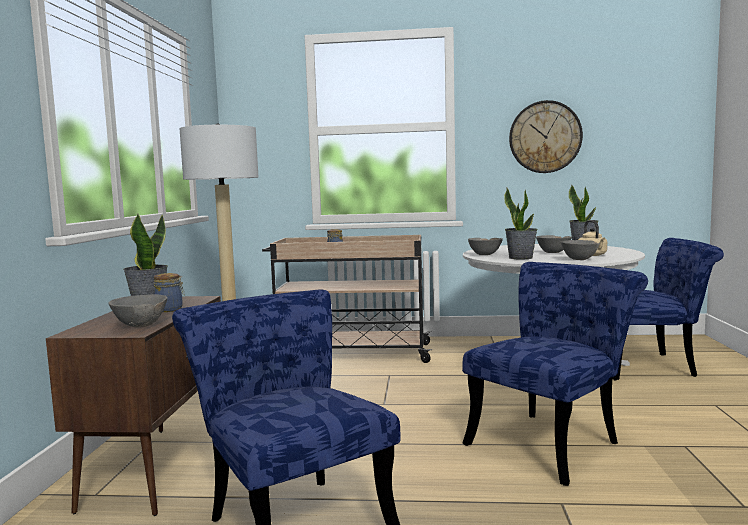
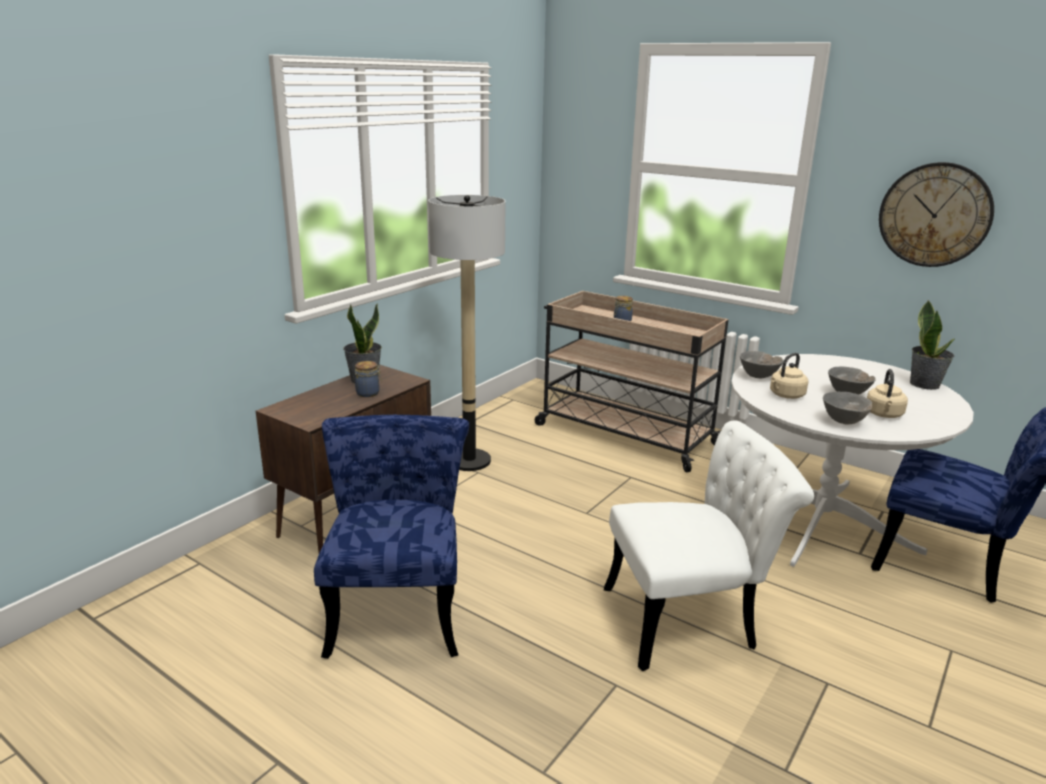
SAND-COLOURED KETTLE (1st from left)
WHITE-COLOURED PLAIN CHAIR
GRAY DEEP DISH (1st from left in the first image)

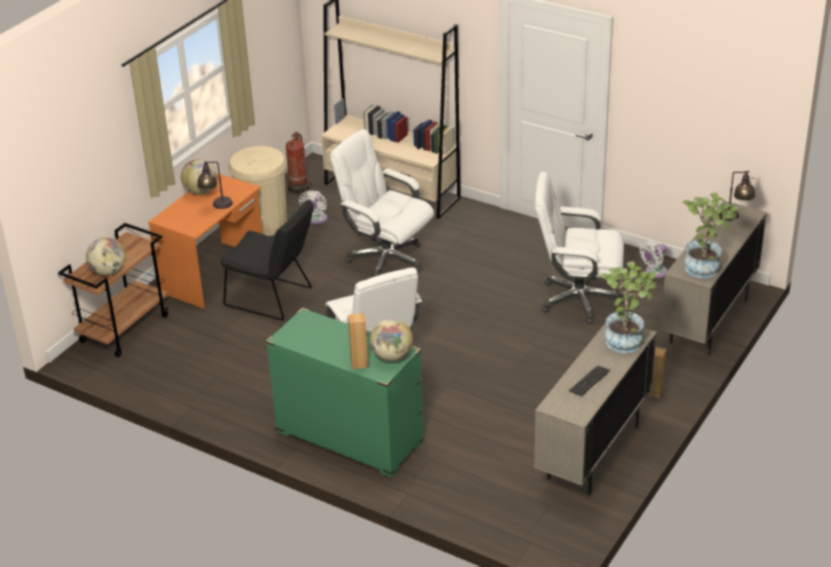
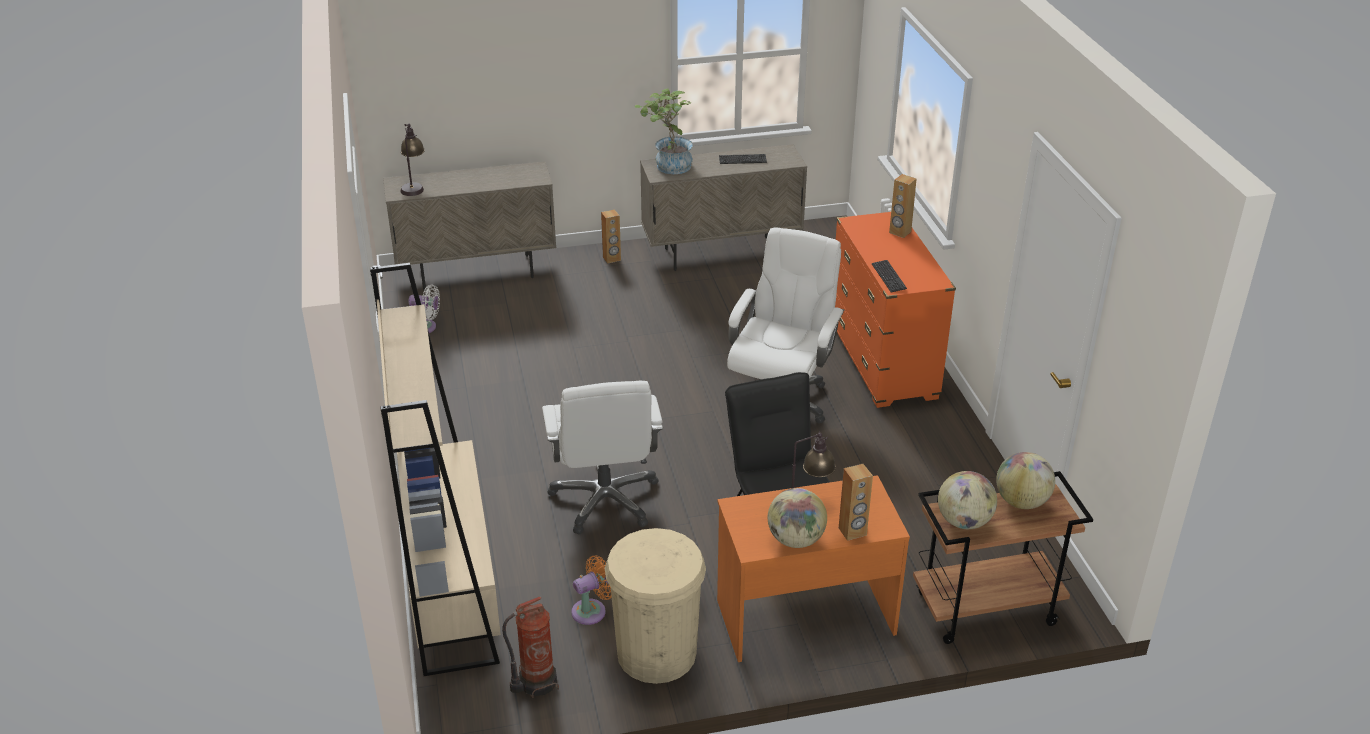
WHITE-COLOURED COMPUTER CHAIR (3rd from left in the first image)
ORANGEY FAN
POTTED PLANT (2nd from left in the first image)
ORANGEY CHEST OF DRAWERS
GLOBE (2nd from left)
KEYBOARD (2nd from left)
BROWN SPEAKER (2nd from left)

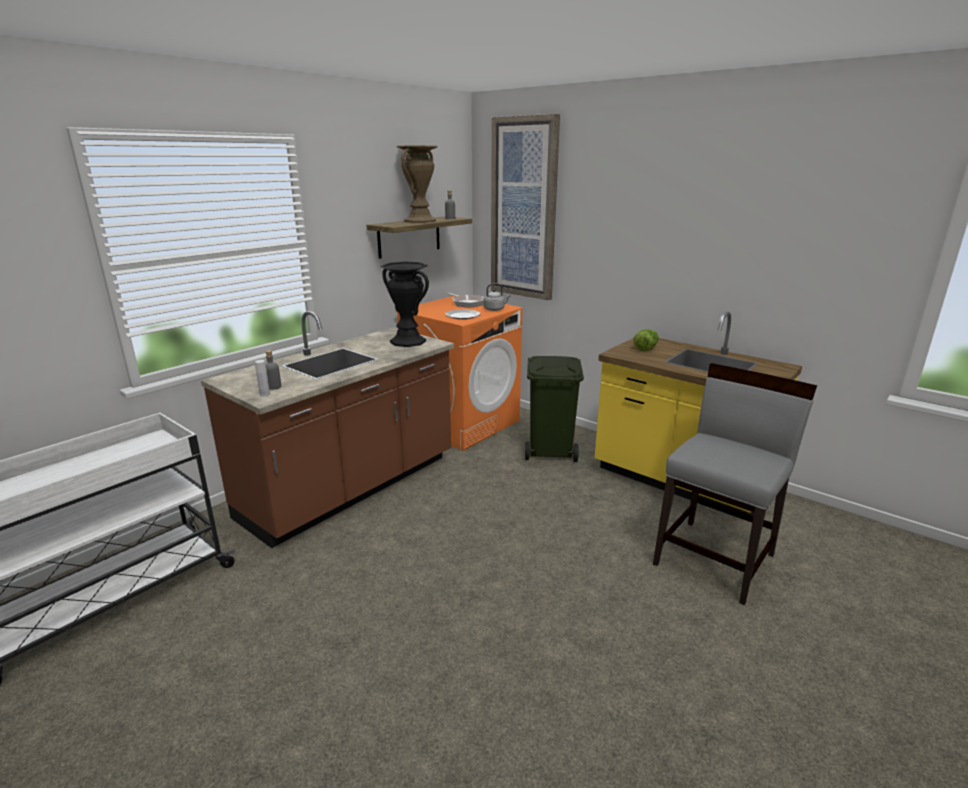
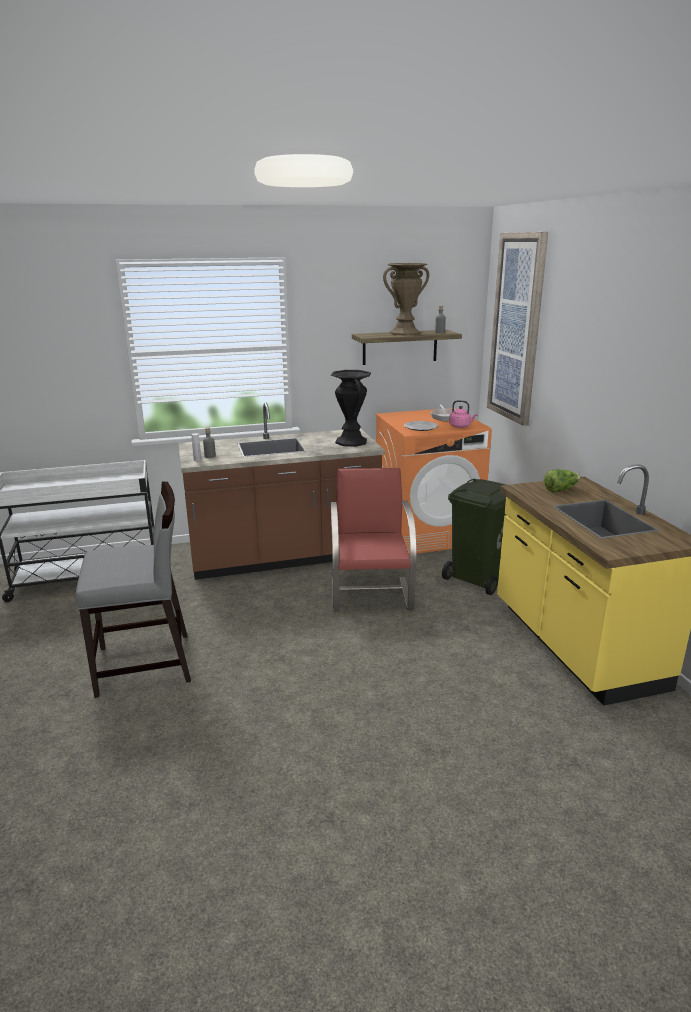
PINKISH KETTLE
GRAY PLAIN CHAIR
REDDISH PLAIN CHAIR

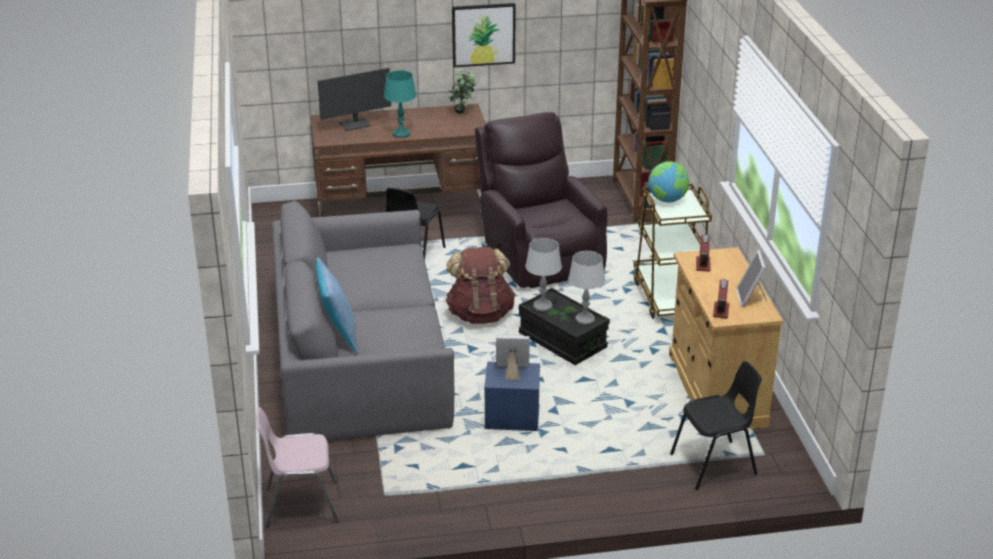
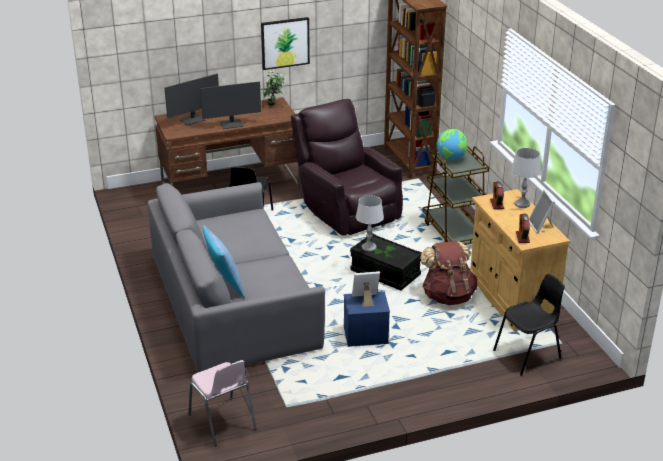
COMPUTER DISPLAY (2nd from left)
BROWN RUCKSACK
GRAY TABLETOP LAMP (2nd from left)
PINKISH PLAIN CHAIR

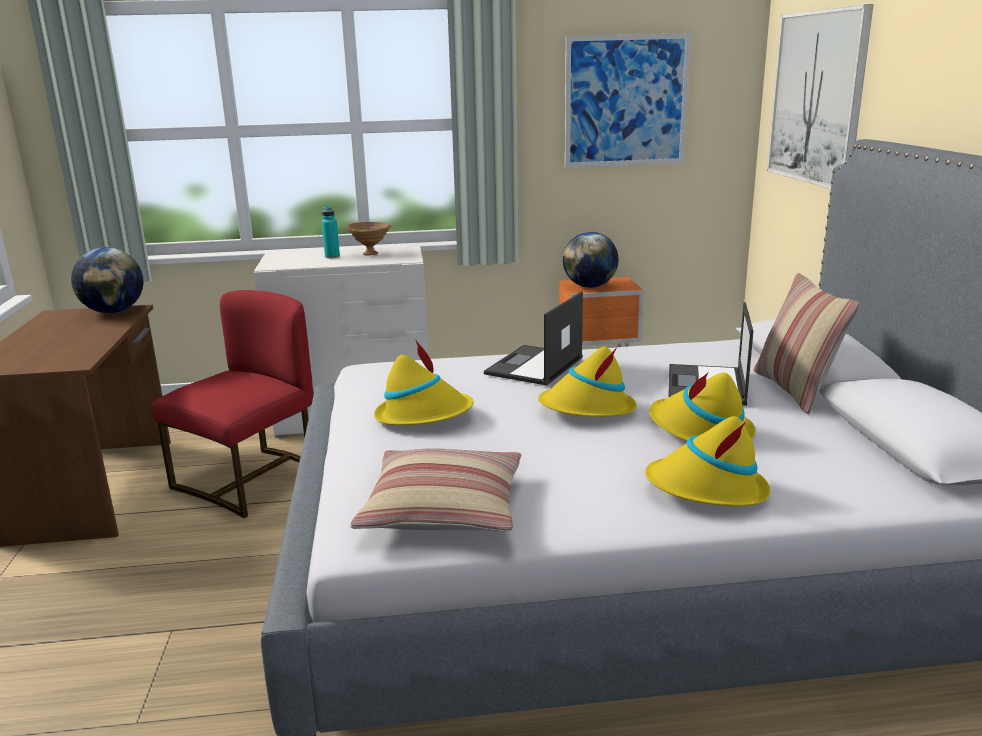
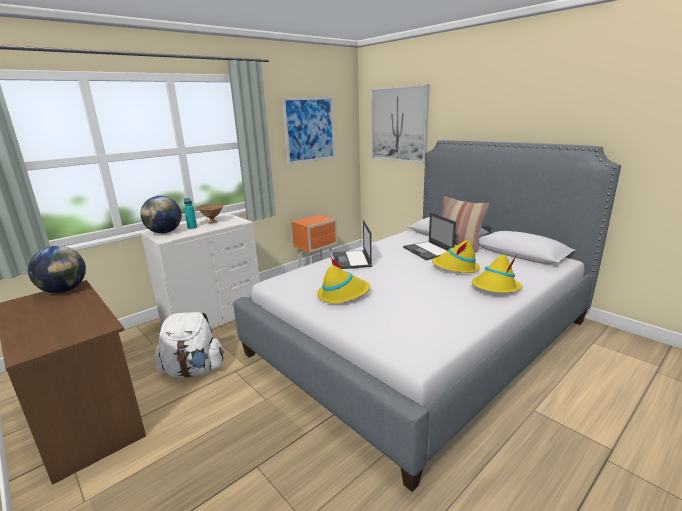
GLOBE (2nd from left)
WHITE-COLOURED RUCKSACK
YELLOW-COLOURED WEARABLE HAT (2nd from left in the first image)
PILLOW (1st from left in the first image)

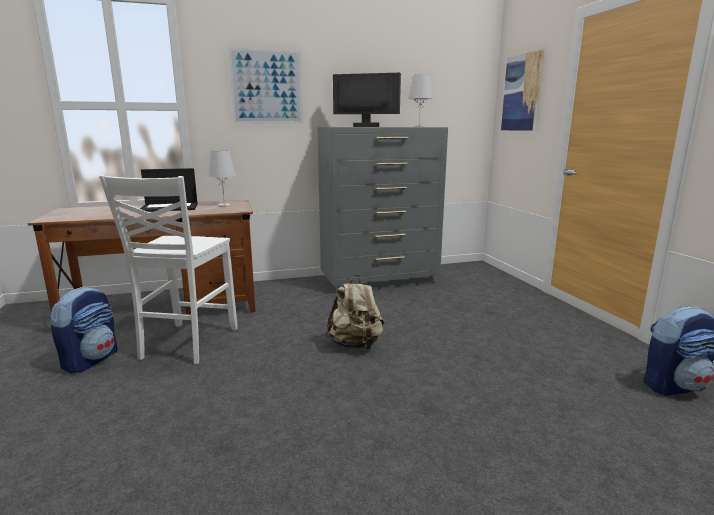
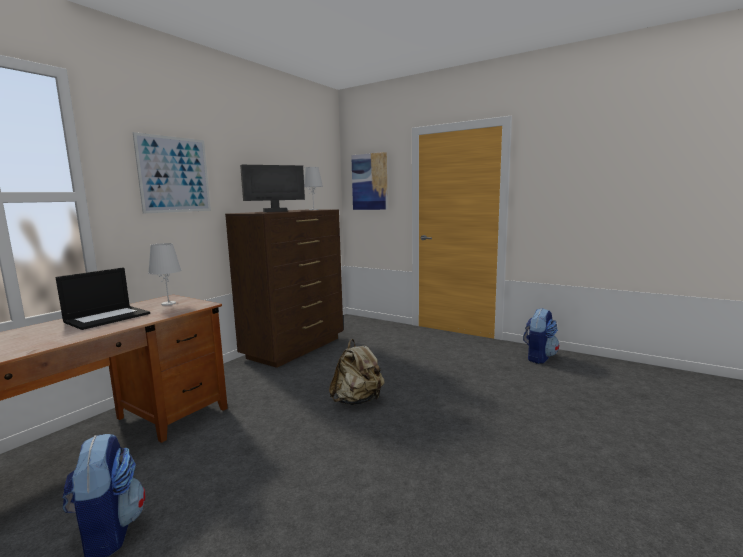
BROWN CHEST OF DRAWERS
WHITE-COLOURED PLAIN CHAIR

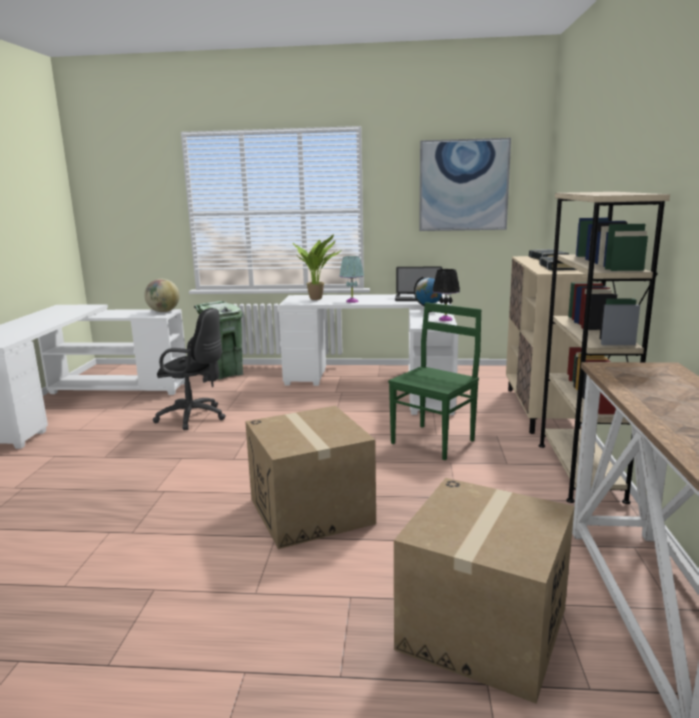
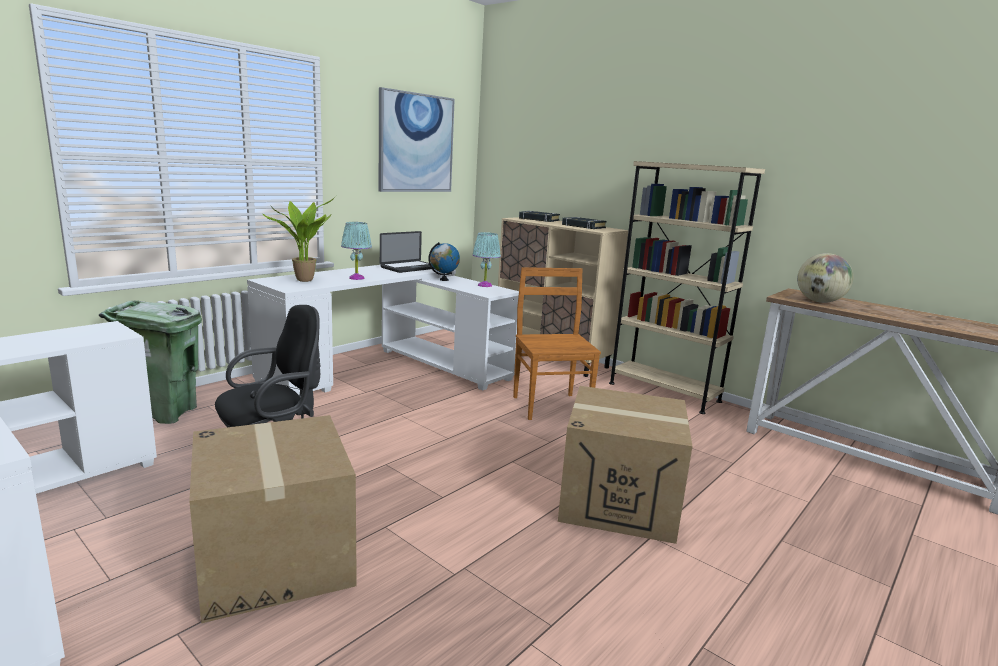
TURQUOISE-COLOURED TABLETOP LAMP (2nd from left)
GLOBE (2nd from left)
BROWN PLAIN CHAIR
CARTON (1st from left)

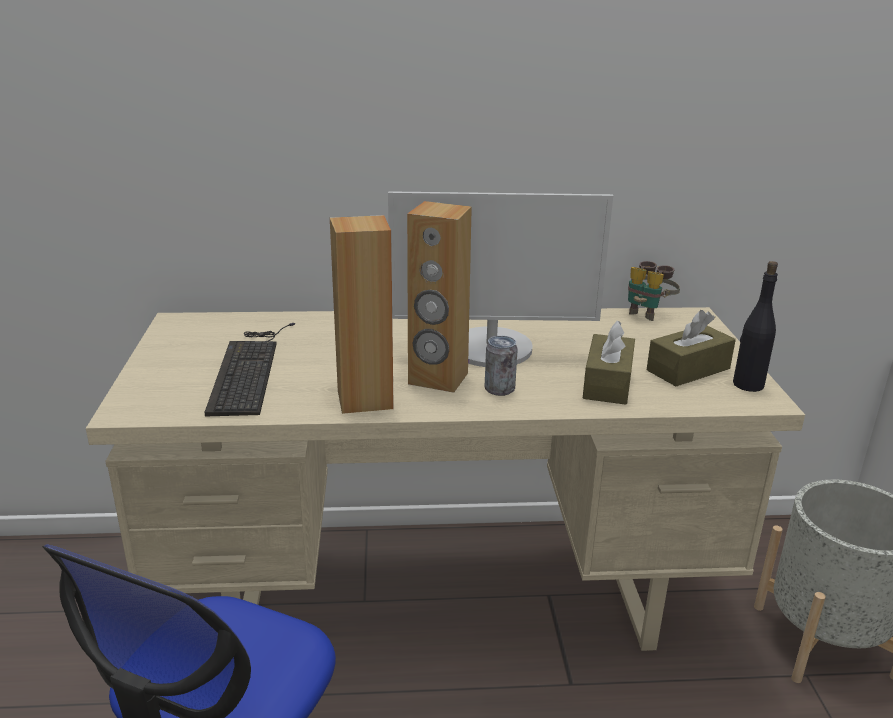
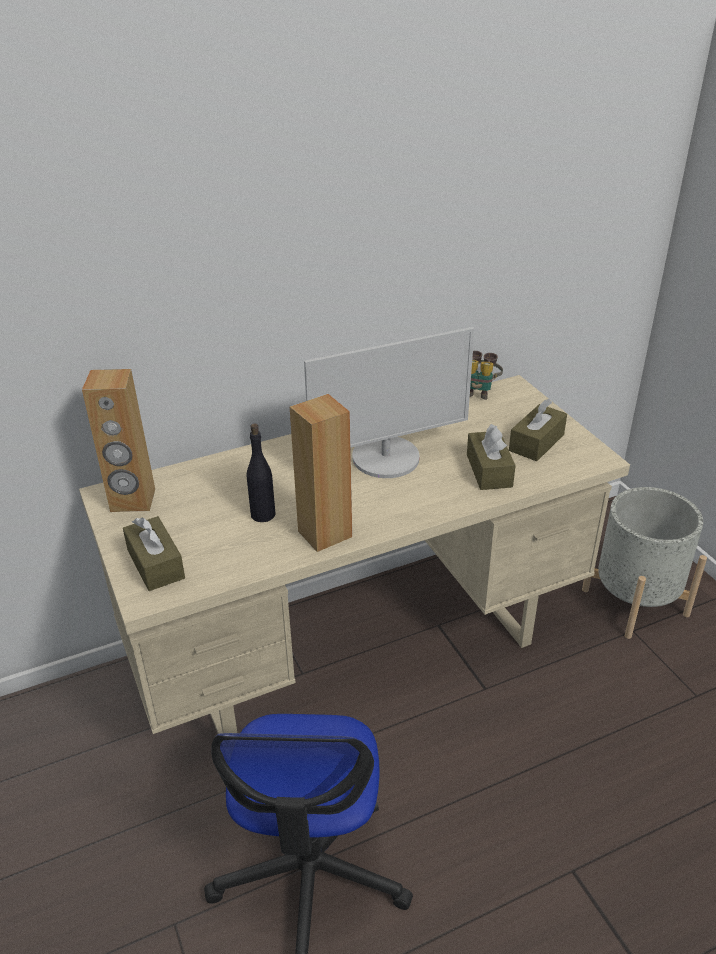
BROWN SPEAKER (1st from left)
BLACK-COLOURED BOTTLE
KEYBOARD
METAL CAN
BROWN TISSUE BOX (1st from left)

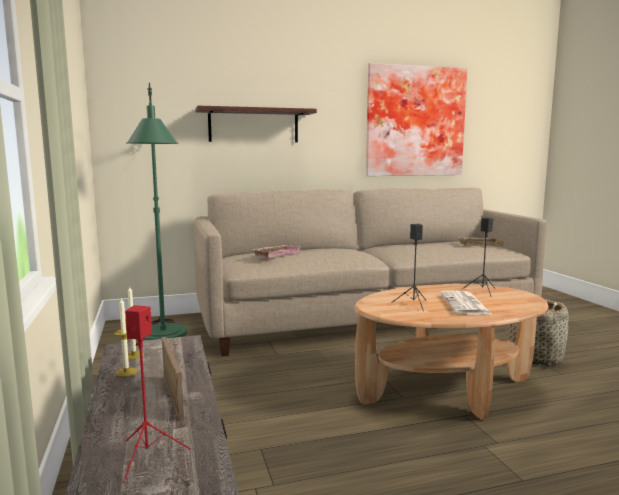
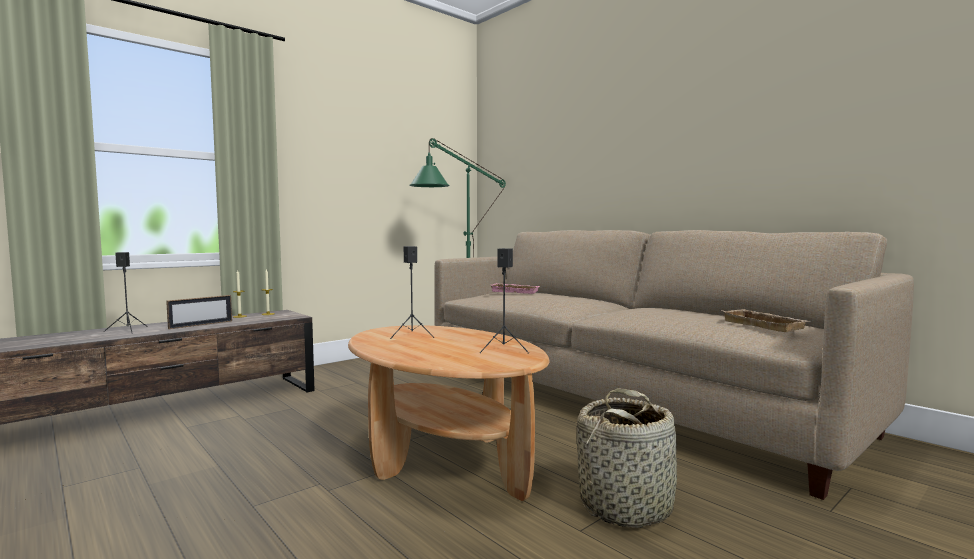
WALL ART
WALL SHELF
DAILY PAPER
BLACK-COLOURED SPEAKER (1st from left)

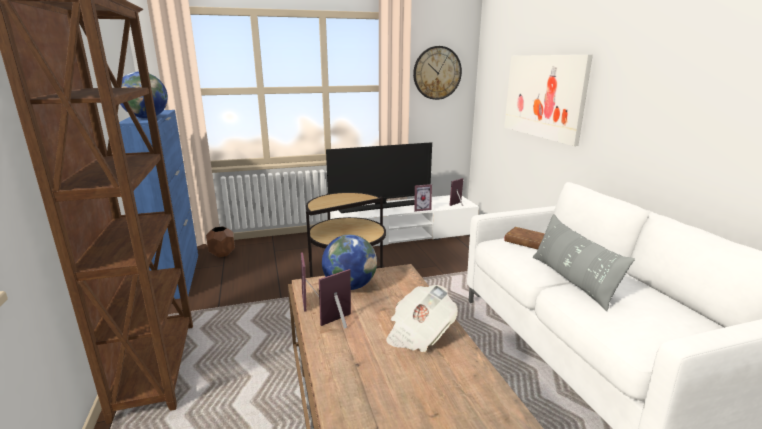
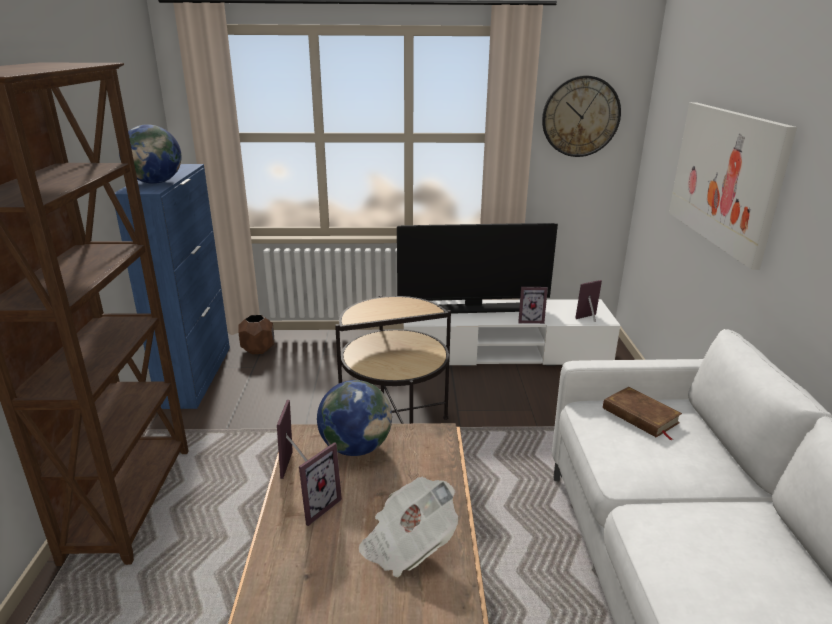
GRAY PILLOW
STANDING FRAME (2nd from left)

